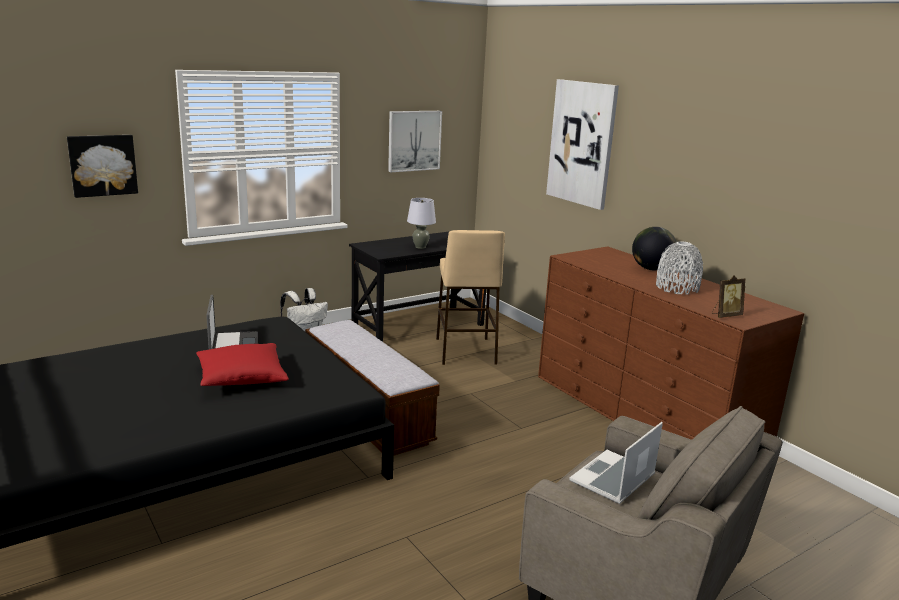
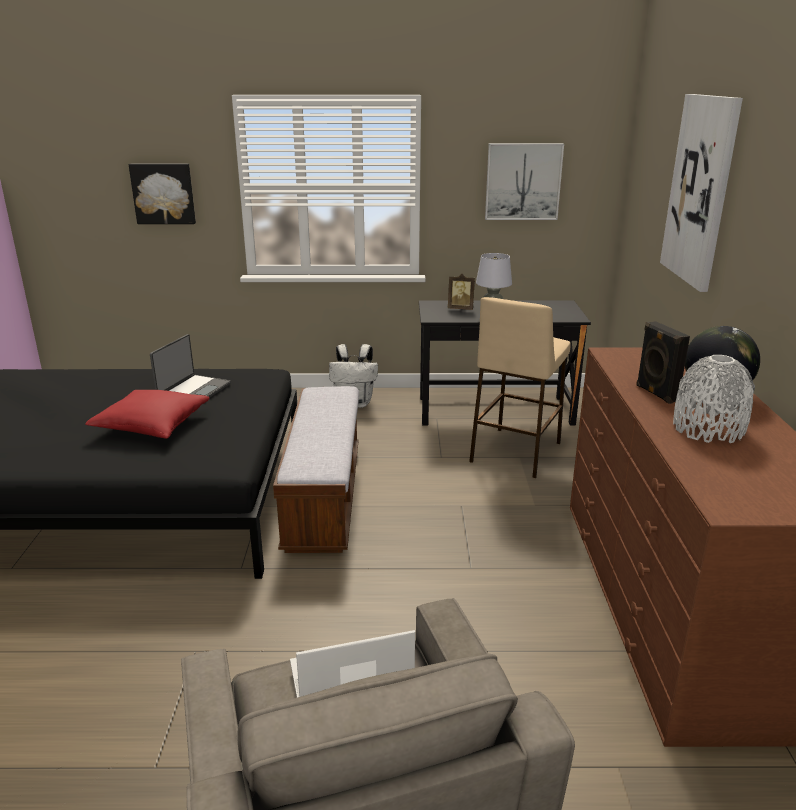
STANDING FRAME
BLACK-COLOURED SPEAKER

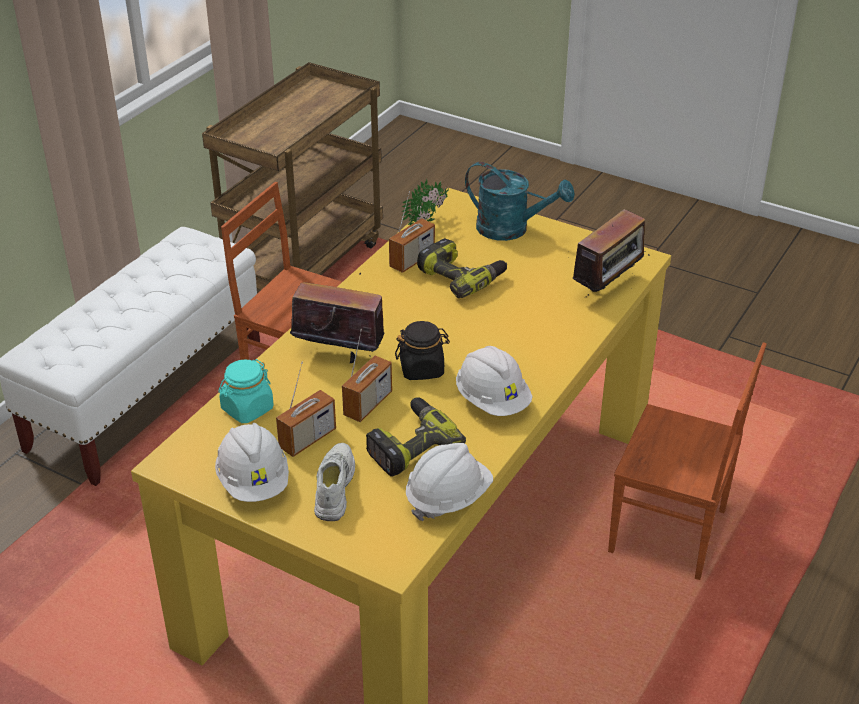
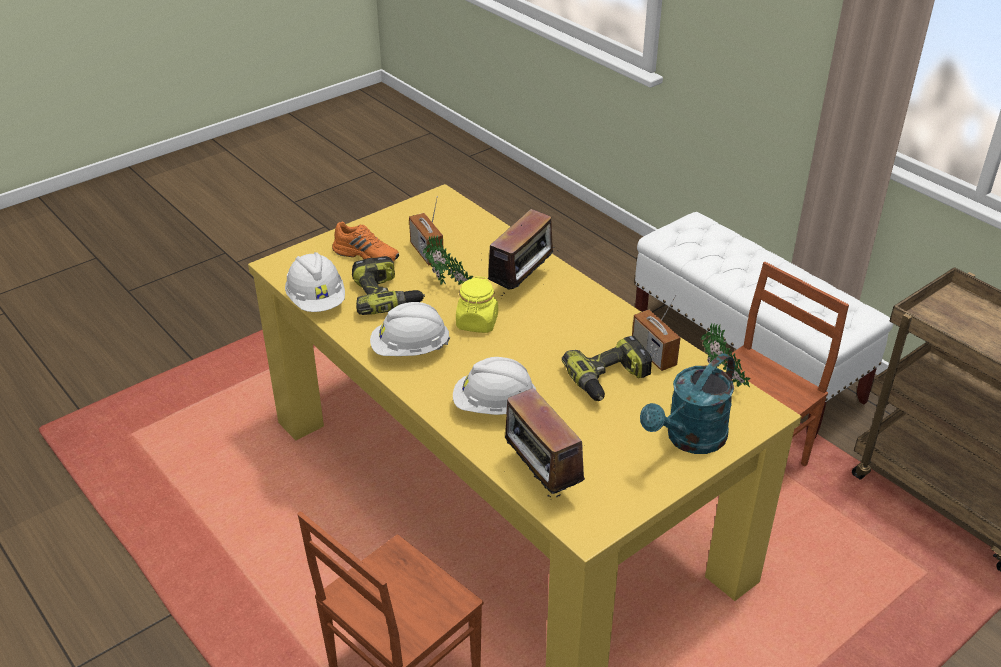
YELLOW-COLOURED JAR
POTTED PLANT (1st from left)
TURQUOISE-COLOURED JAR
WHITE-COLOURED WORK HELMET (3rd from left)
ORANGEY SHOE

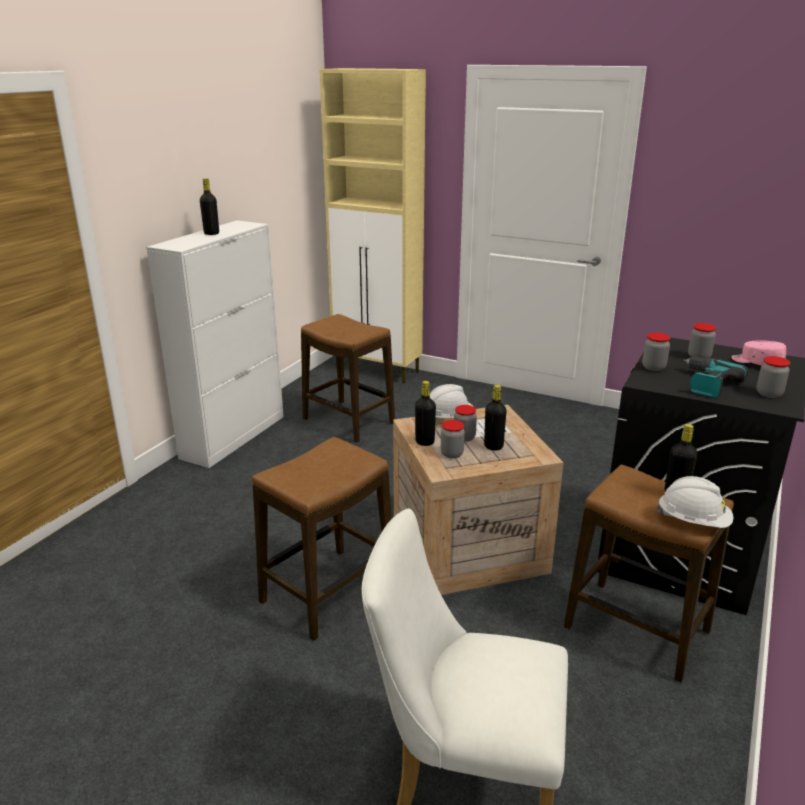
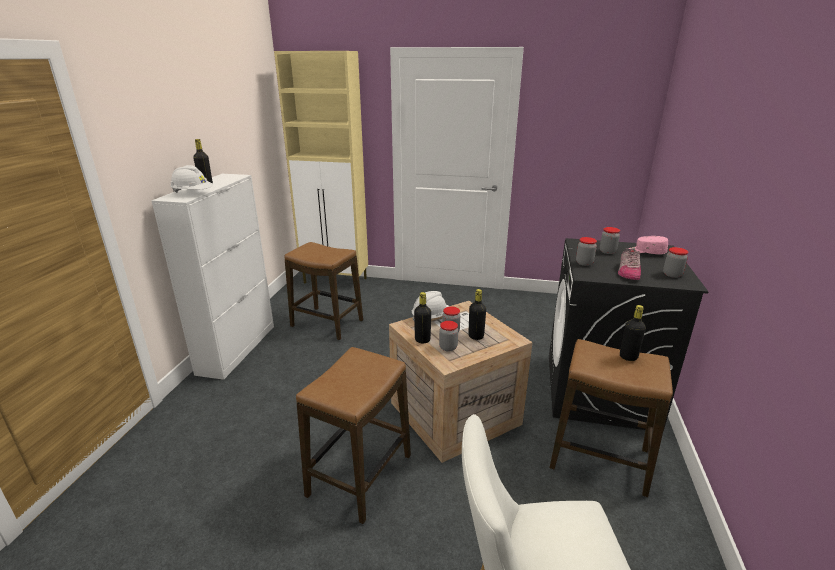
SHOE
WHITE-COLOURED WORK HELMET (1st from left)

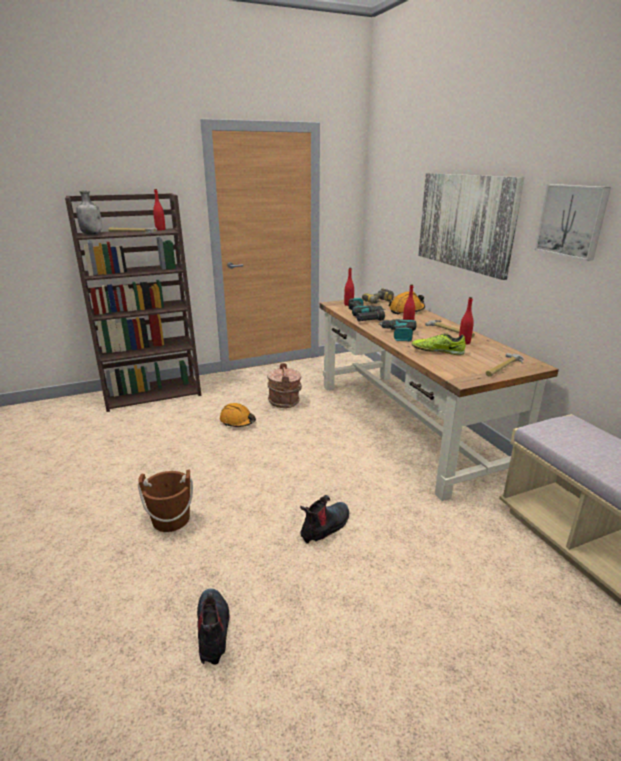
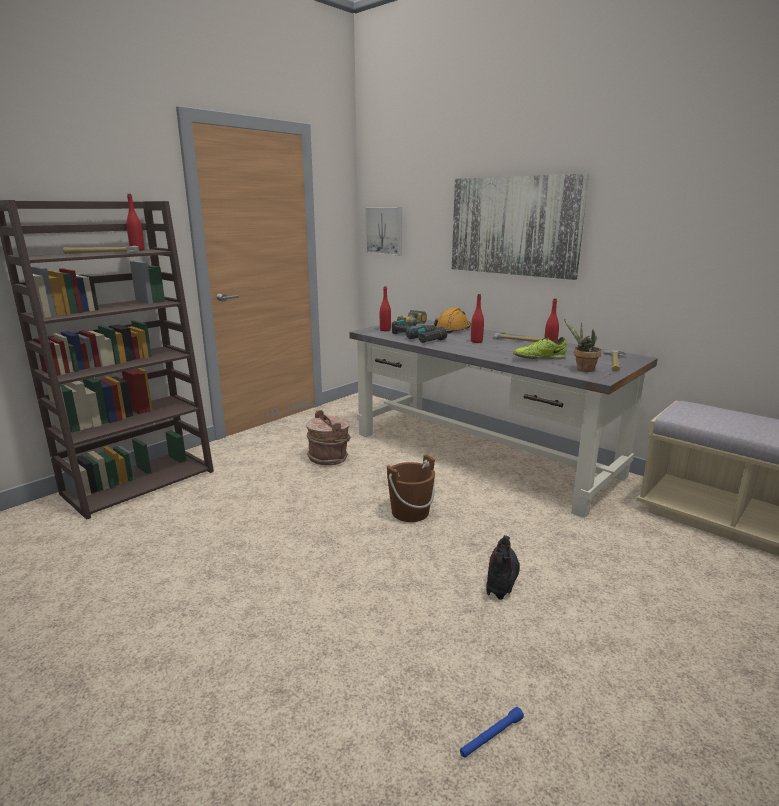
WALL ART (1st from left)
GRAY BOTTLE
GRAY DESK TABLE
ELECTRIC DRILL (3rd from left in the first image)
ORANGEY WORK HELMET (1st from left in the first image)
BROWN WATER BUCKET (2nd from left)
BLUE-COLOURED FLASHLIGHT
POTTED PLANT

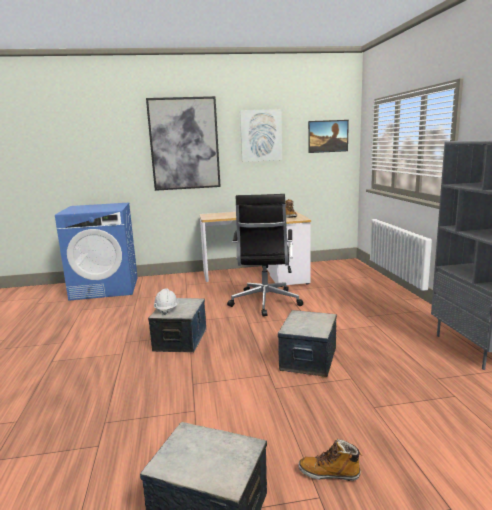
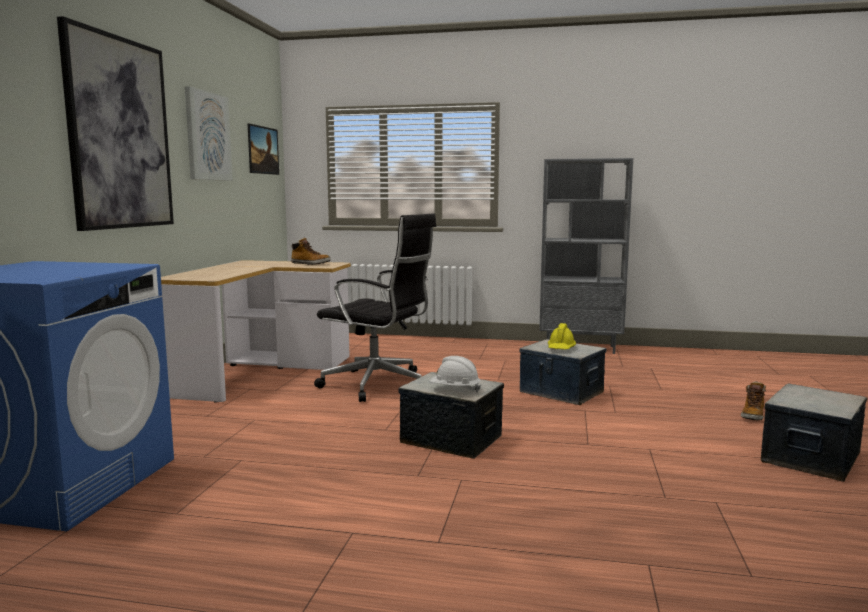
YELLOW-COLOURED WORK HELMET

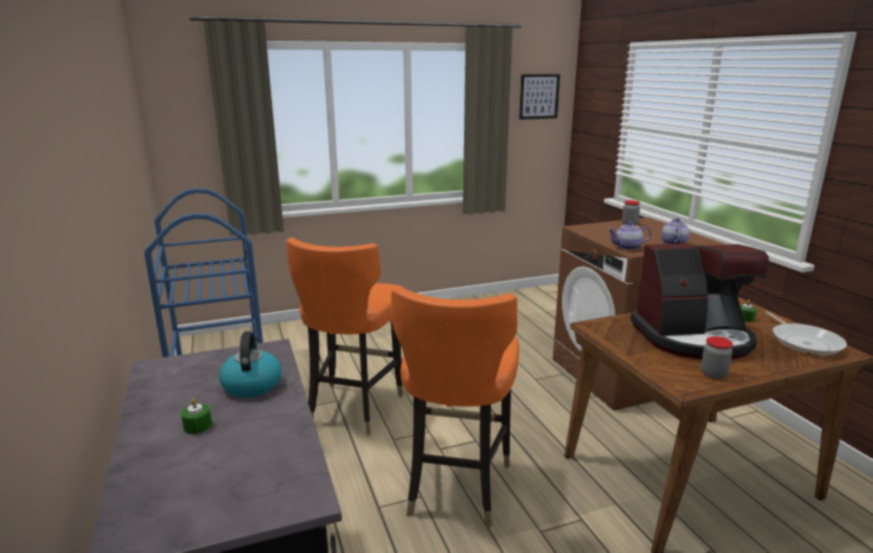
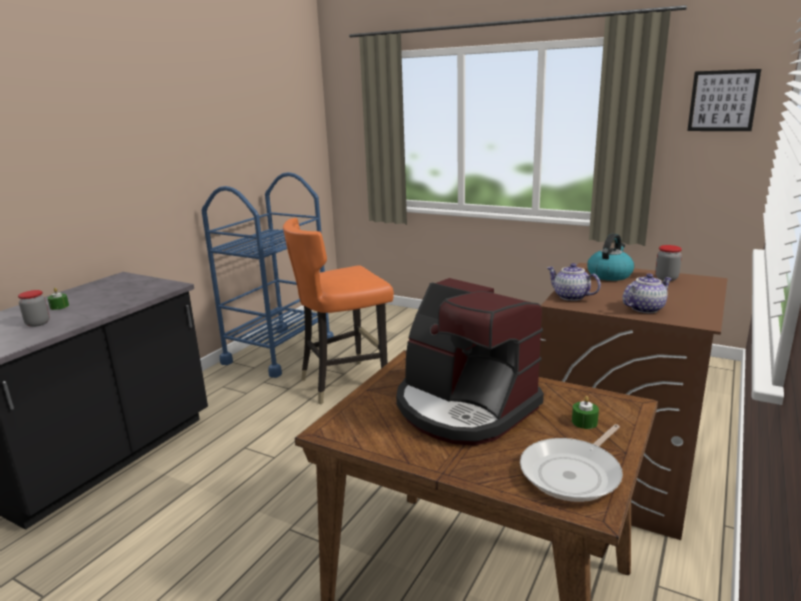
ORANGEY PLAIN CHAIR (2nd from left in the first image)
KETTLE
JAR (1st from left)

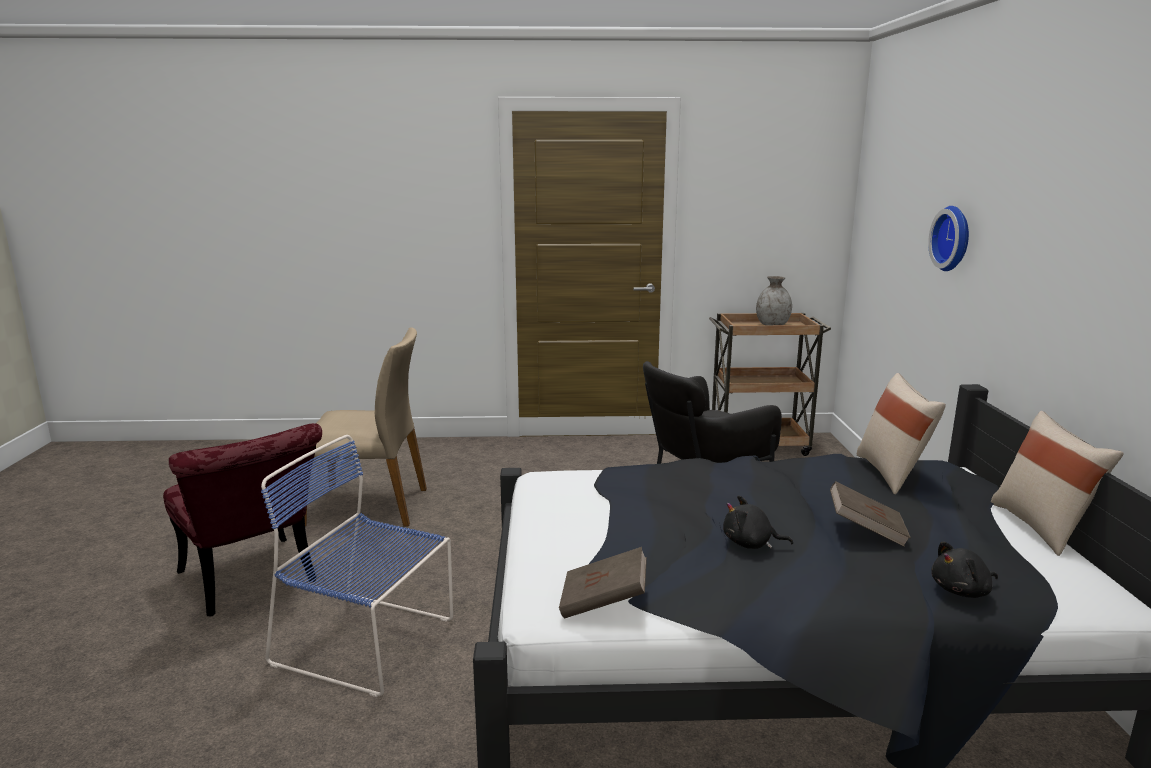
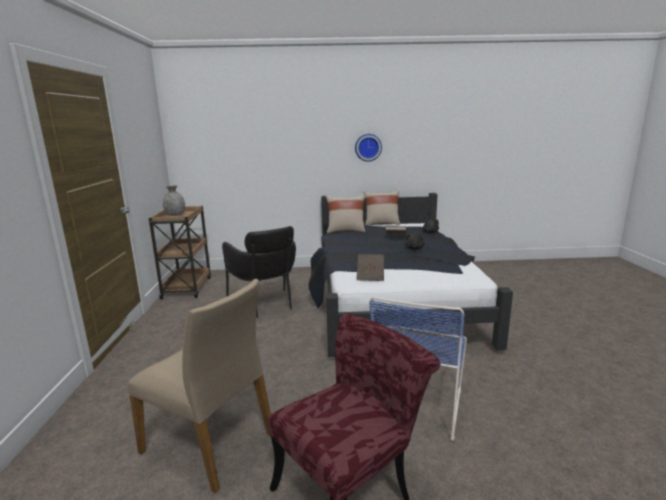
HANGING CLOCK
SAND-COLOURED PLAIN CHAIR
BROWN BOUND BOOK (1st from left)

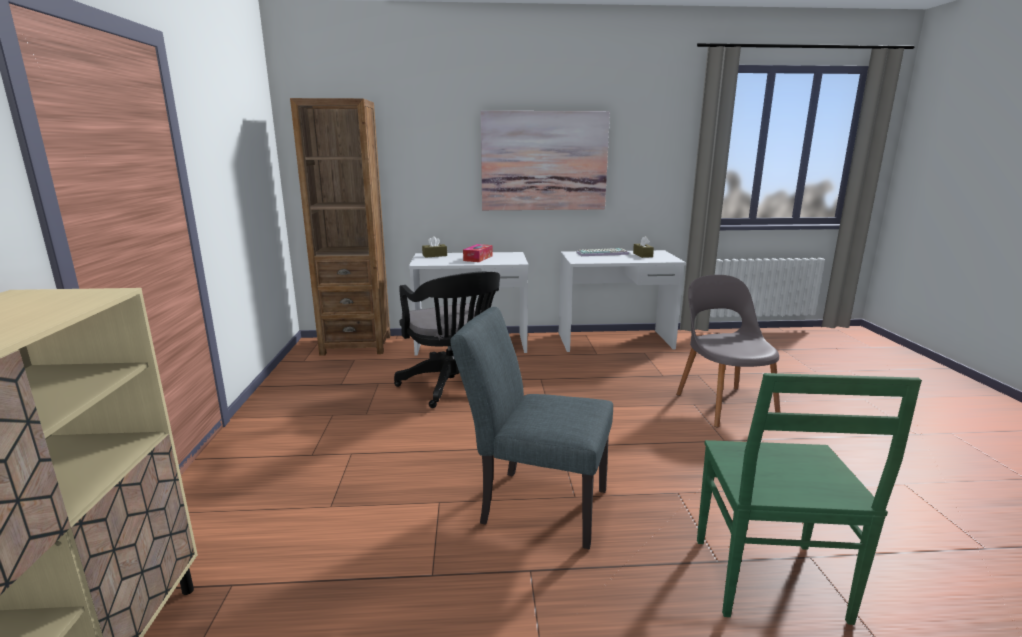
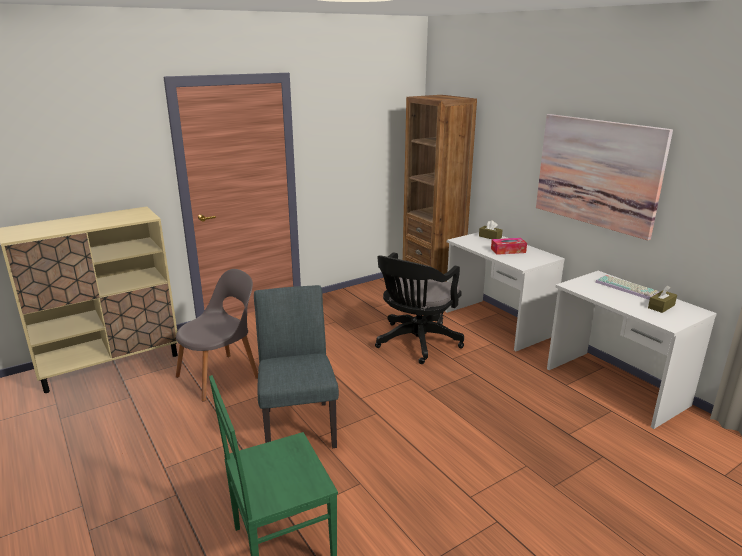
GRAY PLAIN CHAIR (1st from left)

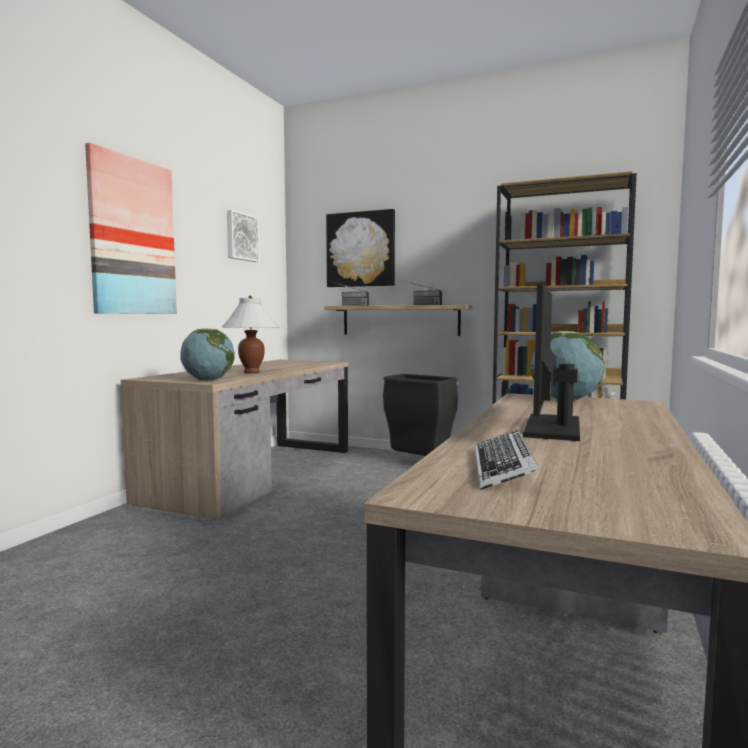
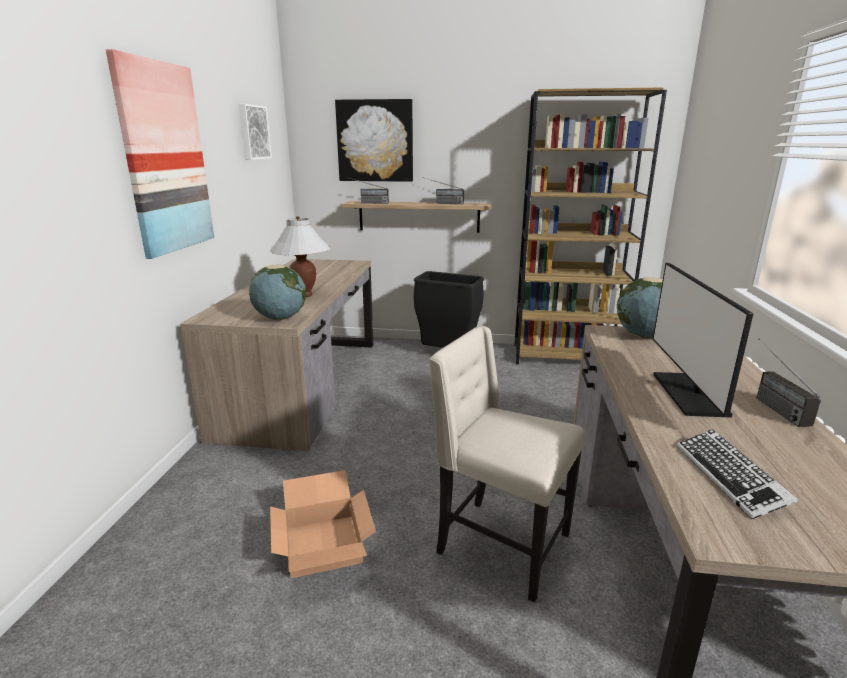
SAND-COLOURED PLAIN CHAIR
RADIO (3rd from left)
CARTON

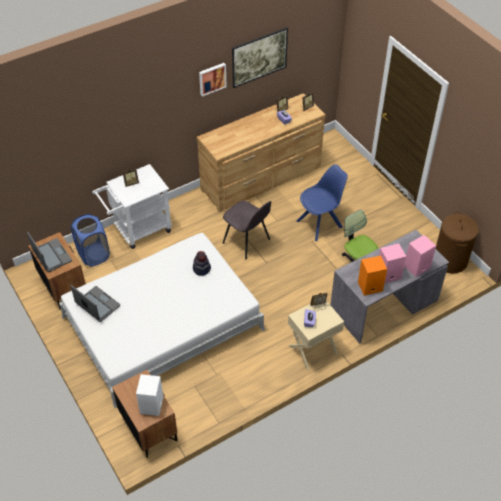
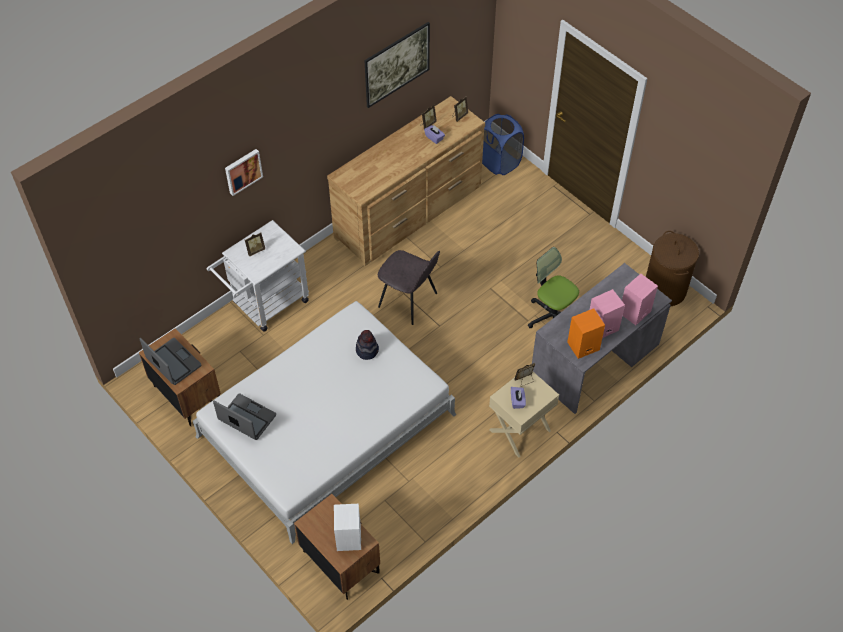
WALL ART (1st from left)
BLUE-COLOURED PLAIN CHAIR
BLUE-COLOURED HAMPER

